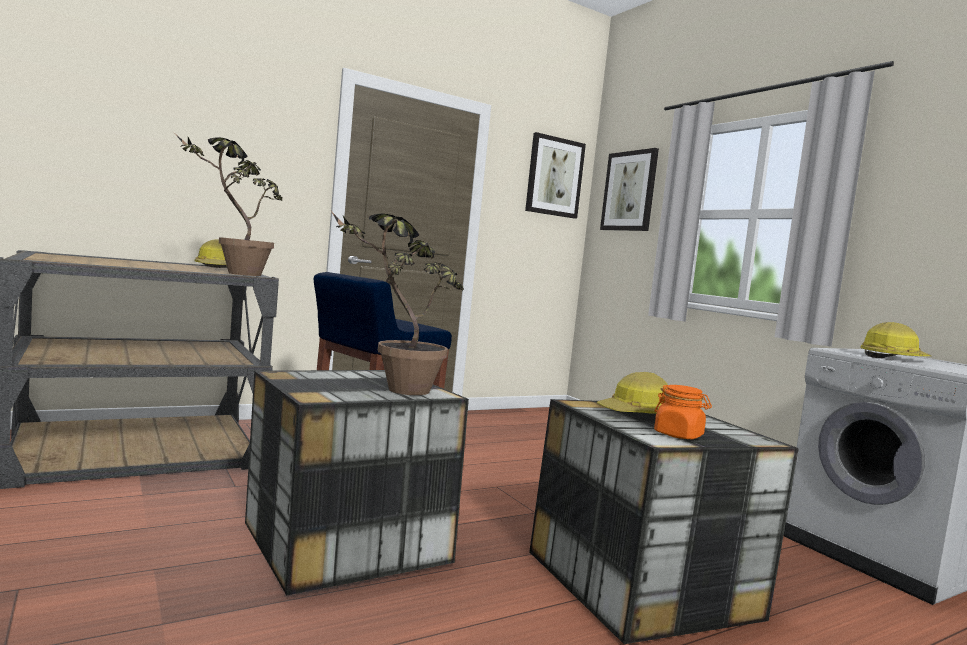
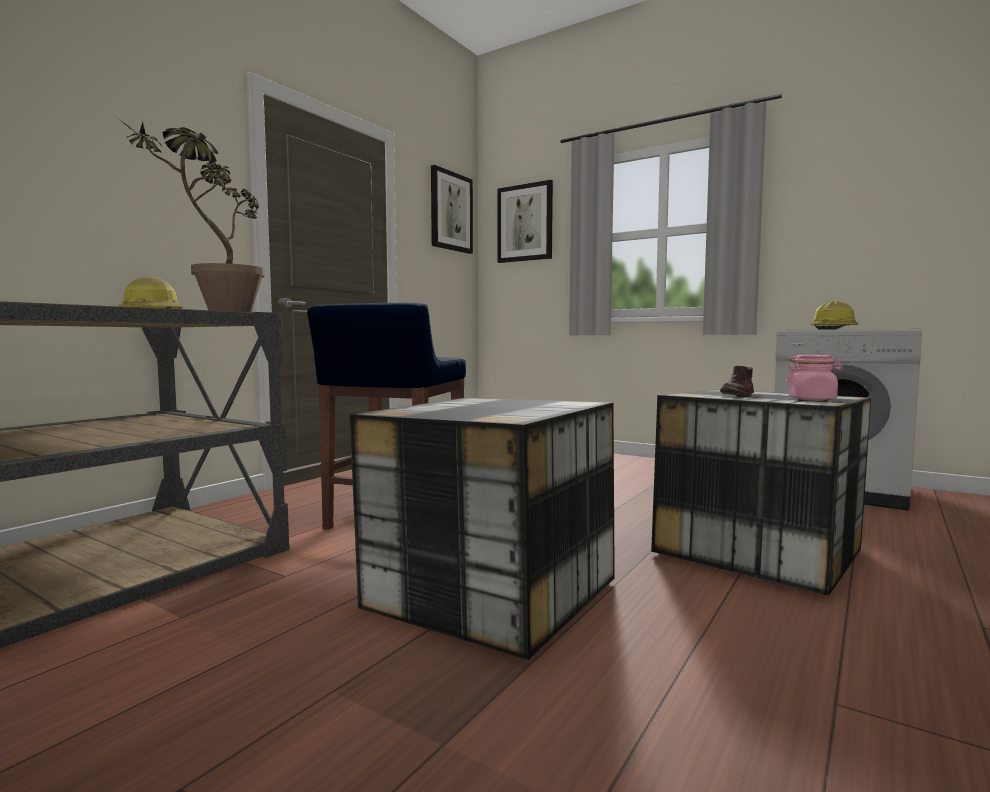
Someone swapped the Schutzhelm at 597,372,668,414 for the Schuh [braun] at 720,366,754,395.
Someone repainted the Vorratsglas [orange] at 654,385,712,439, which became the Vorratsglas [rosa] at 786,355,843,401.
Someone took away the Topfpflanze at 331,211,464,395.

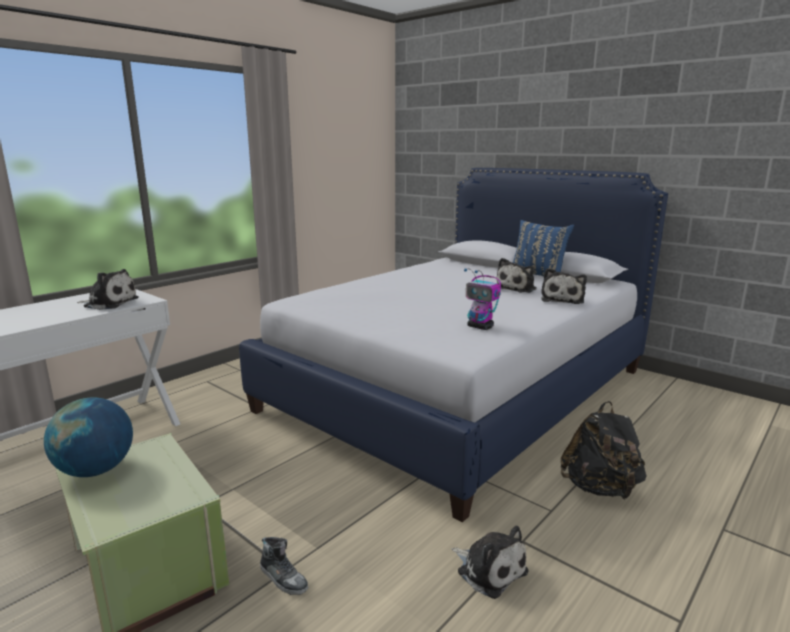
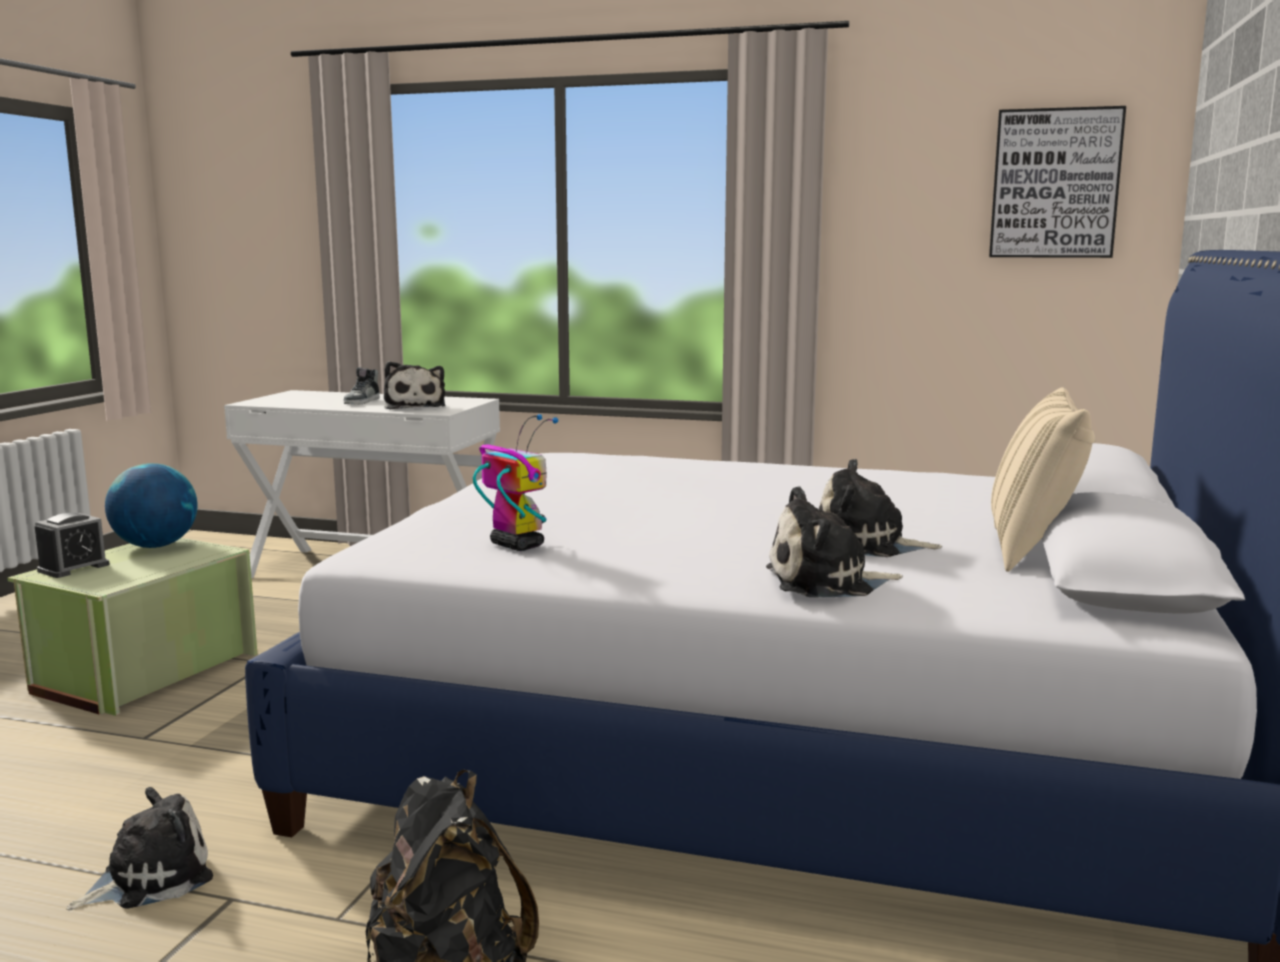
Someone put down the Wecker at 35,513,109,578.
Someone rotated the Plüschtier at 452,526,528,599 by 150 degrees counterclockwise.
Someone carried the Schuh from 260,537,308,595 to 344,367,380,405.
Someone rotated the Spielzeugroboter at 464,268,501,330 by 120 degrees clockwise.
Someone put up the Bild at 989,106,1126,258.
Someone repainted the Kissen [blau] at 513,220,574,276, which became the Kissen [beige] at 991,387,1095,572.

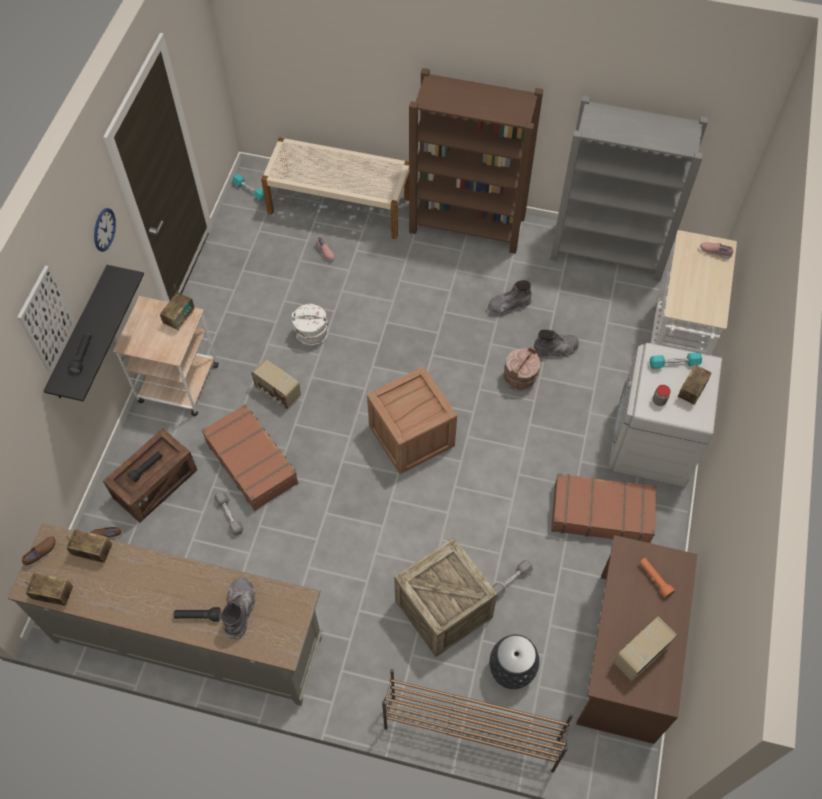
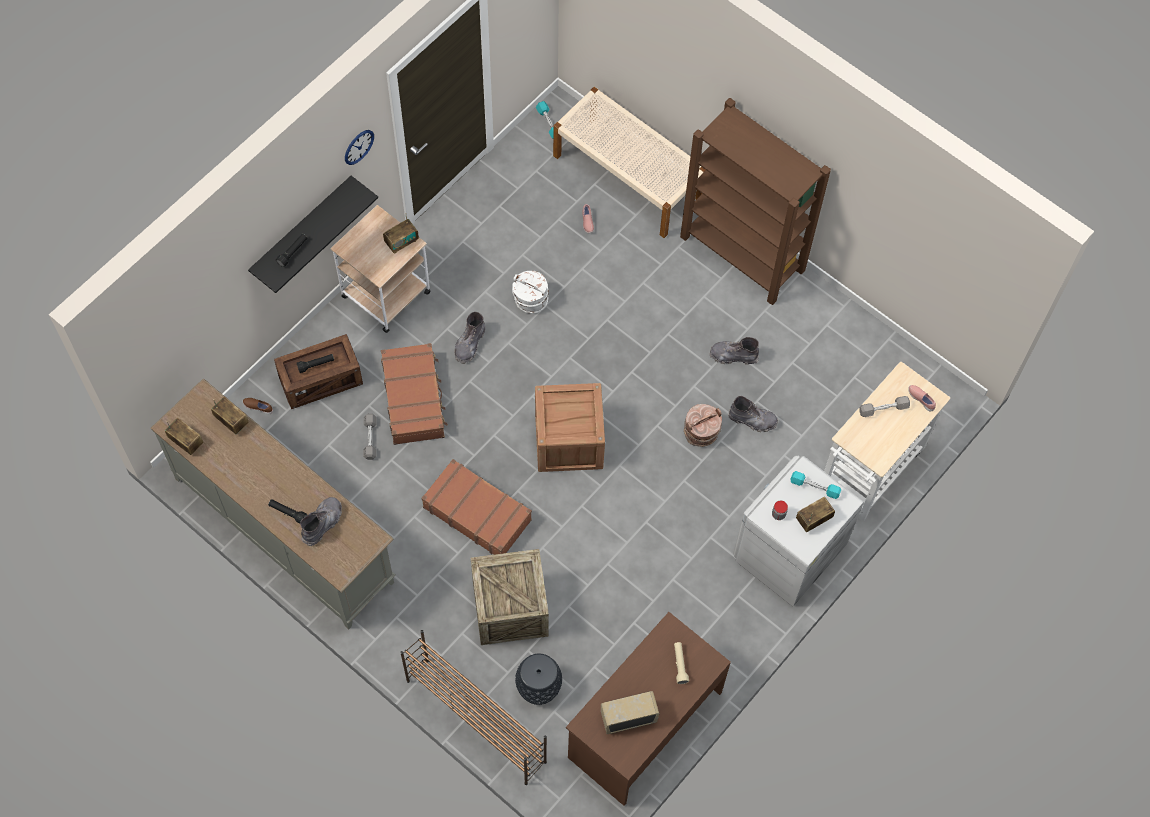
Someone carried the Koffer [braun] from 551,473,656,543 to 421,459,532,555.
Someone swapped the Radio at 251,359,301,409 for the Stiefel [grau] at 454,312,485,364.
Someone repainted the Taschenlampe [orange] at 640,558,675,598, which became the Taschenlampe [beige] at 674,642,689,684.
Someone carried the Hantel [grau] from 492,560,533,598 to 859,396,910,417.
Someone took away the Bild at 17,266,76,371.
Someone took away the Schuh [braun] at 22,536,57,567.
Someone took away the Bücherregal [grau] at 550,96,708,282.

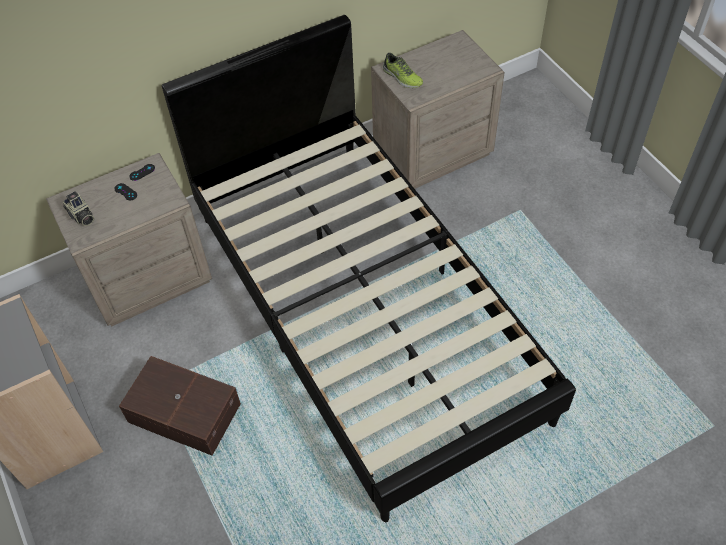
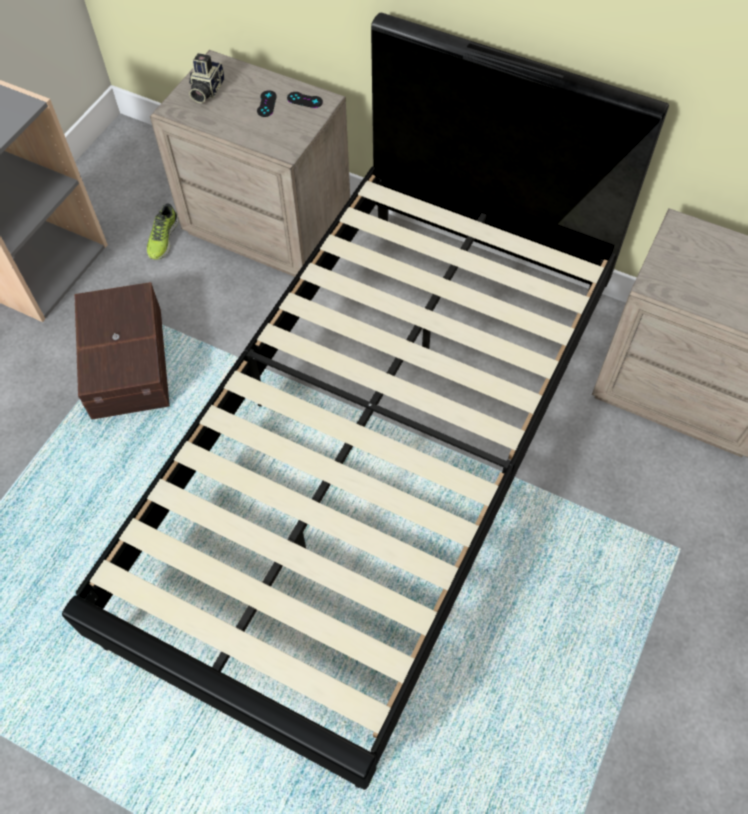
Someone carried the Schuh from 383,53,423,88 to 147,204,179,260.

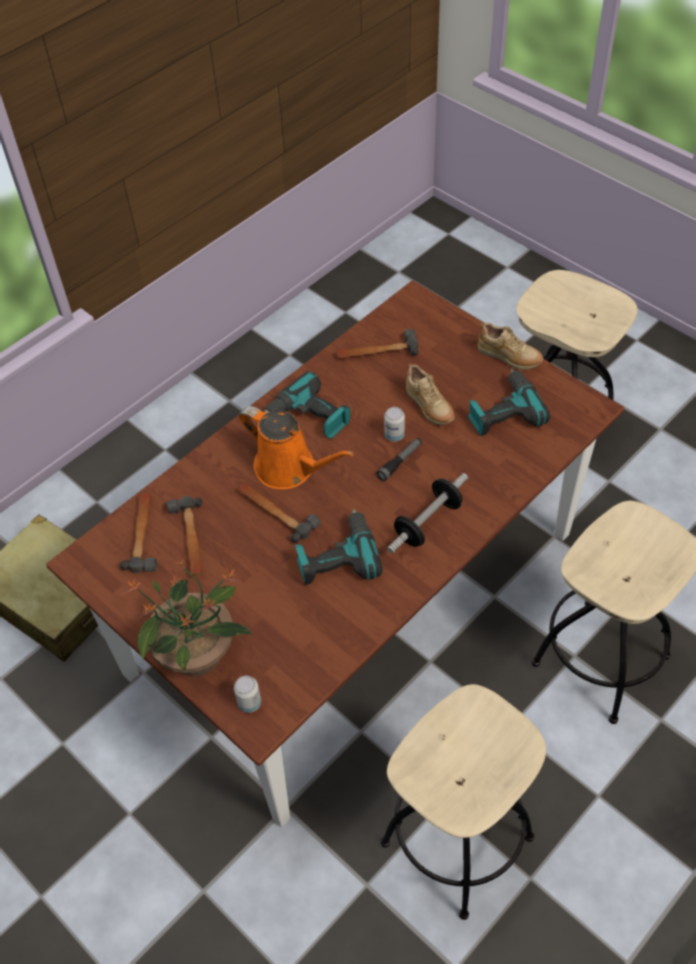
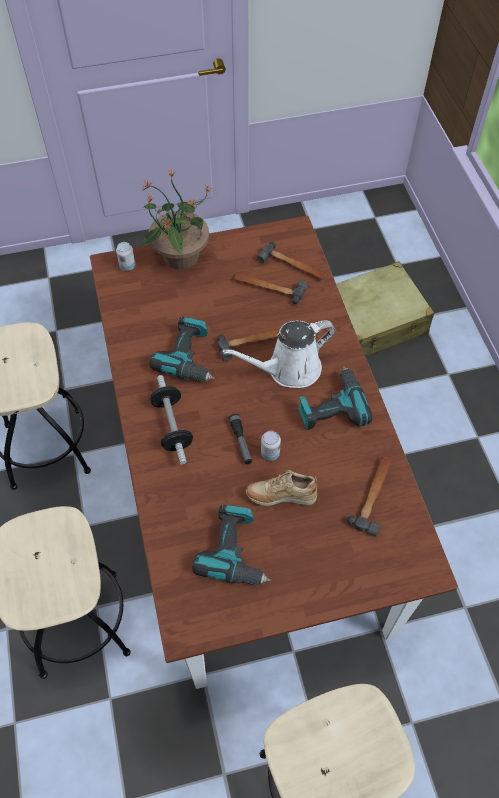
Someone repainted the Gießkanne [orange] at 239,406,354,490, which became the Gießkanne [weiß] at 223,320,336,388.
Someone took away the Schuh [beige] at 478,322,543,369.

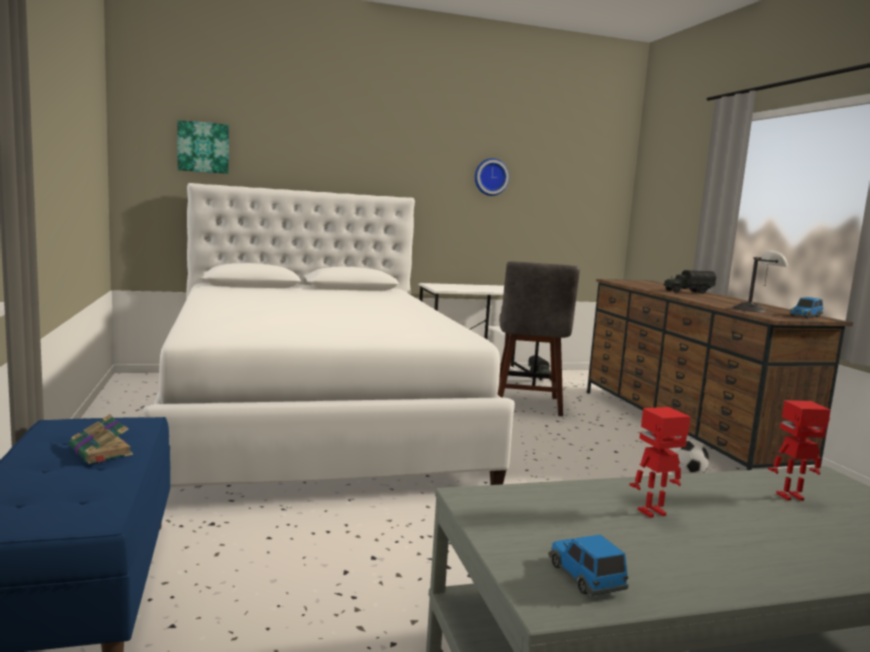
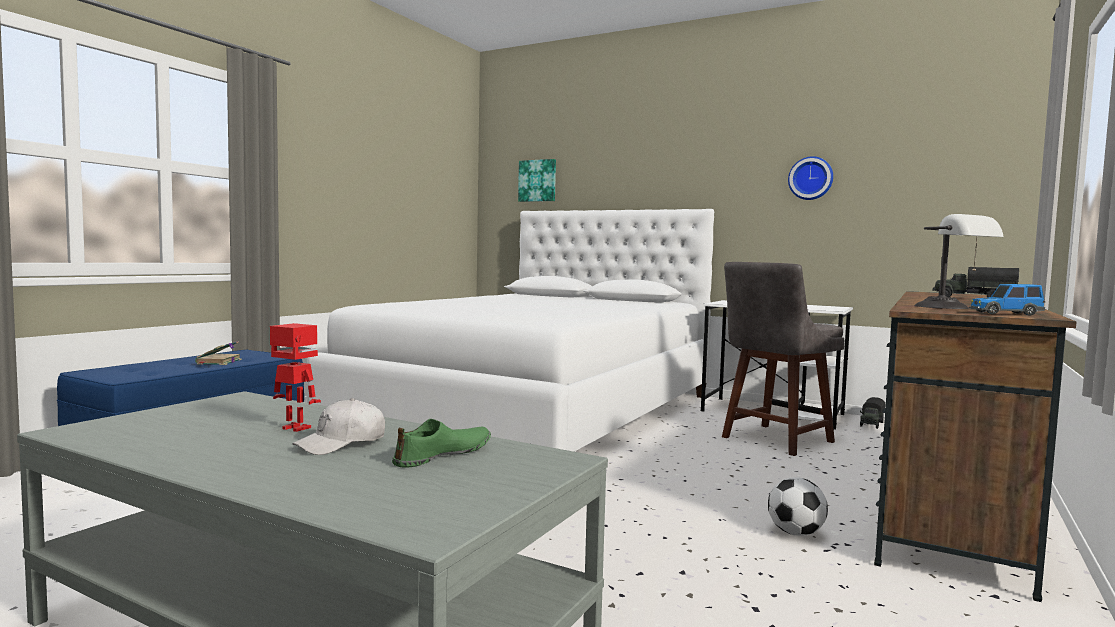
Someone put down the Kappe [weiß] at 292,398,385,455.
Someone swapped the Spielzeugroboter at 768,400,831,501 for the Schuh [grün] at 392,419,491,468.
Someone took away the Spielzeugauto at 548,534,629,596.

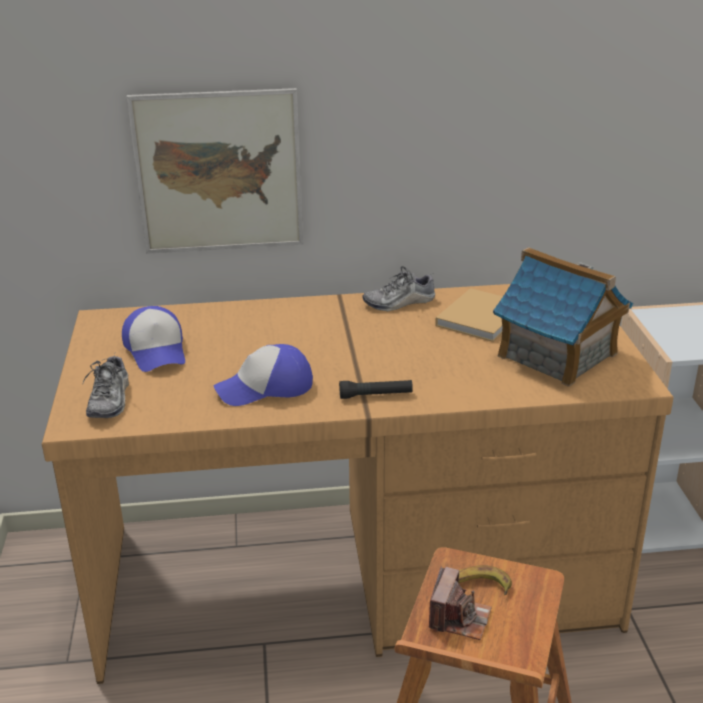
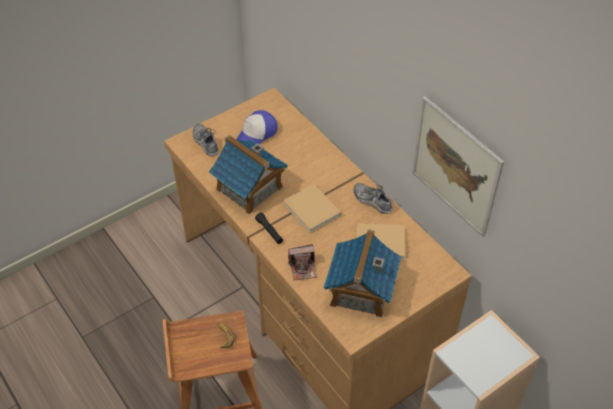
Someone rotated the Schuh at 82,354,129,418 by 90 degrees clockwise.
Someone swapped the Kappe at 214,344,313,406 for the Spielzeughaus at 209,135,288,214.
Someone put down the Buch [beige] at 283,184,341,233.
Someone carried the Kamera from 429,566,492,640 to 288,244,317,280.
Someone carried the Bild from 126,88,304,254 to 412,96,504,237.

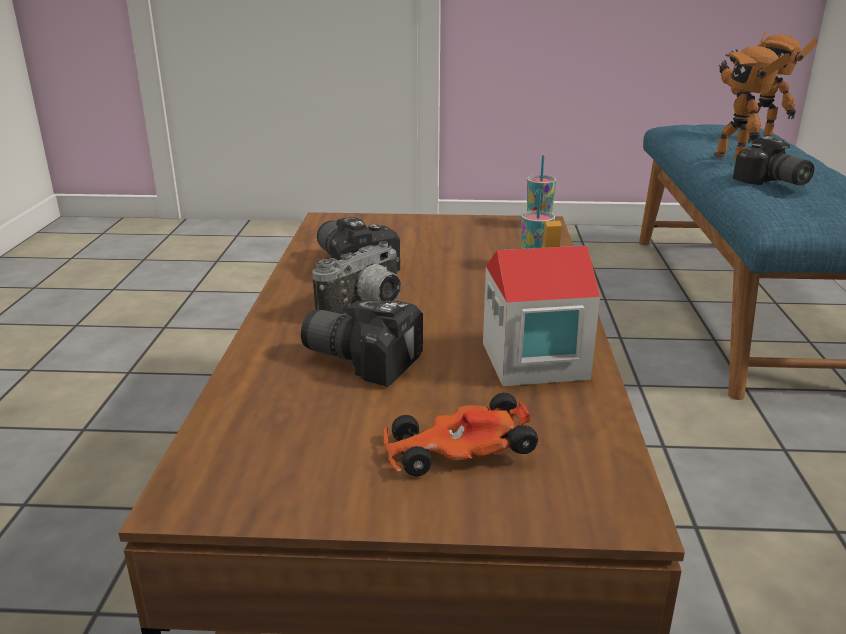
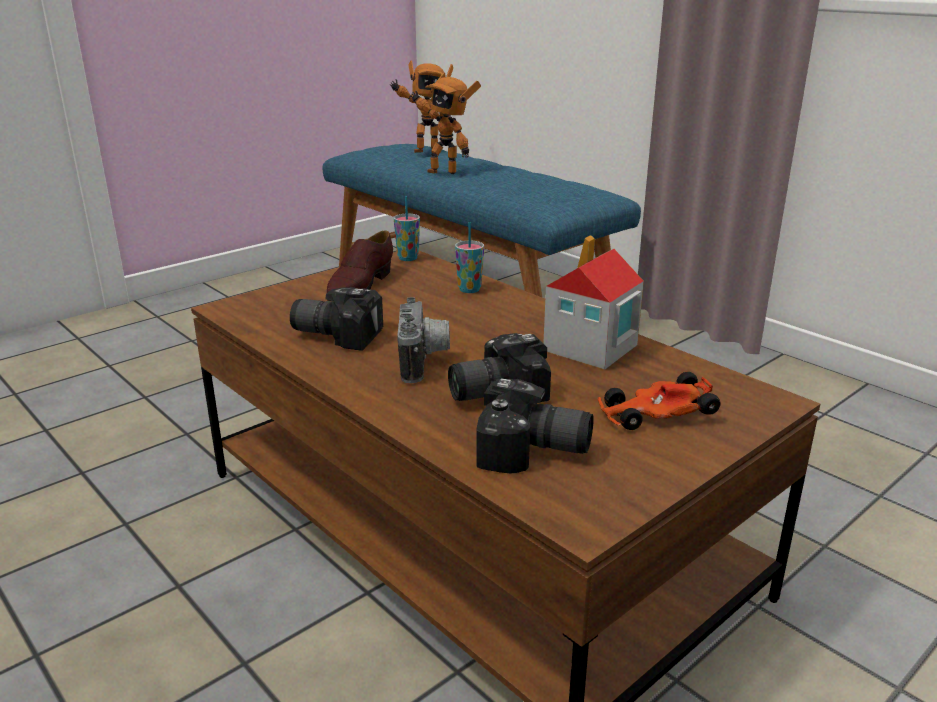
Someone put down the Schuh [braun] at 327,230,393,301.
Someone carried the Kamera from 733,136,814,185 to 476,378,594,473.
Someone rotated the Spielzeugauto at 383,392,538,476 by 45 degrees clockwise.

